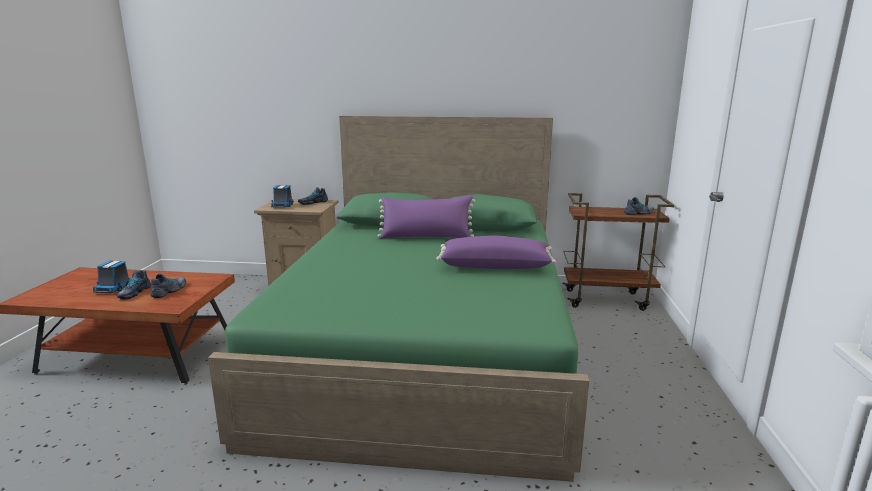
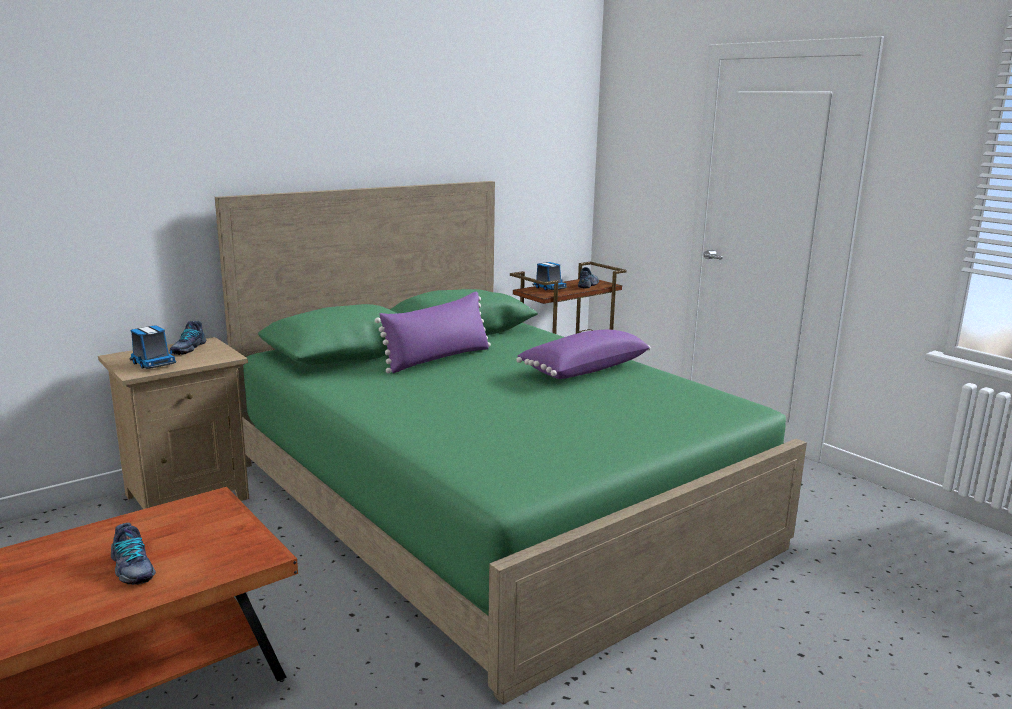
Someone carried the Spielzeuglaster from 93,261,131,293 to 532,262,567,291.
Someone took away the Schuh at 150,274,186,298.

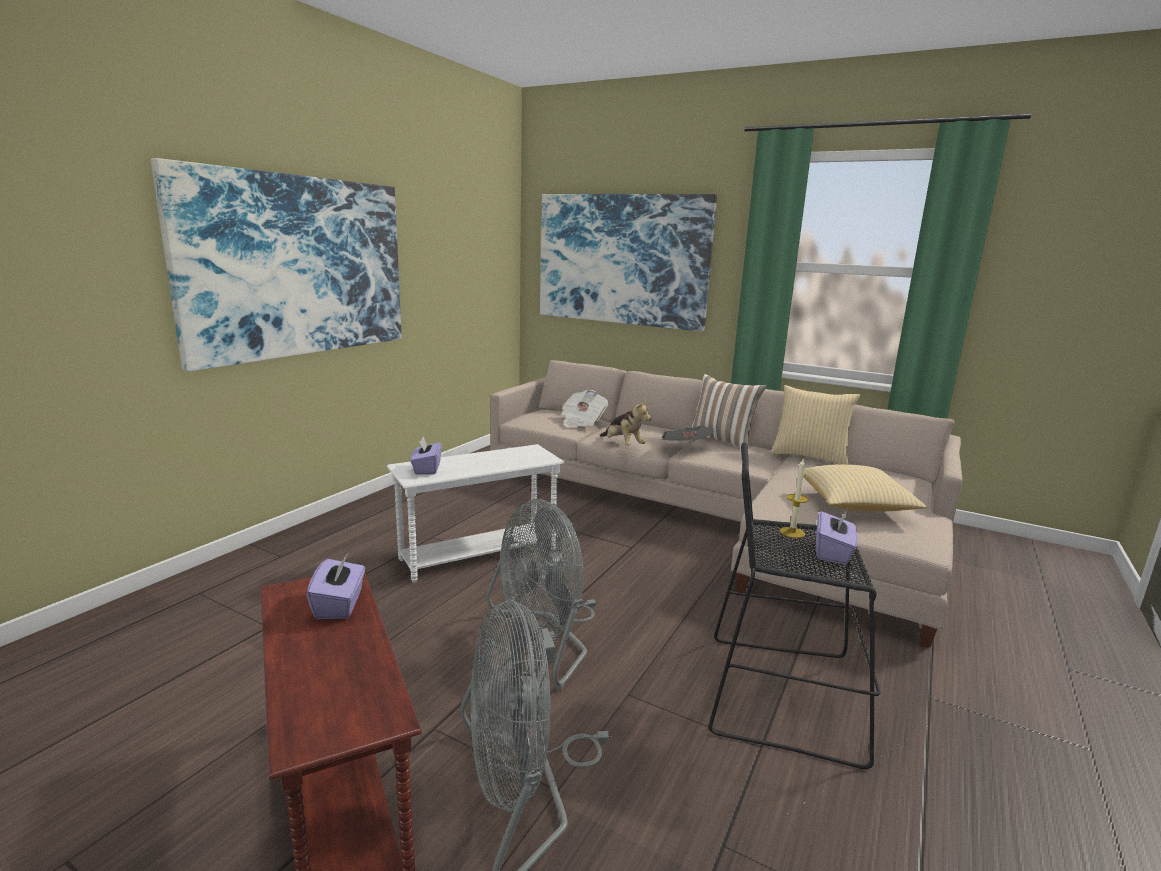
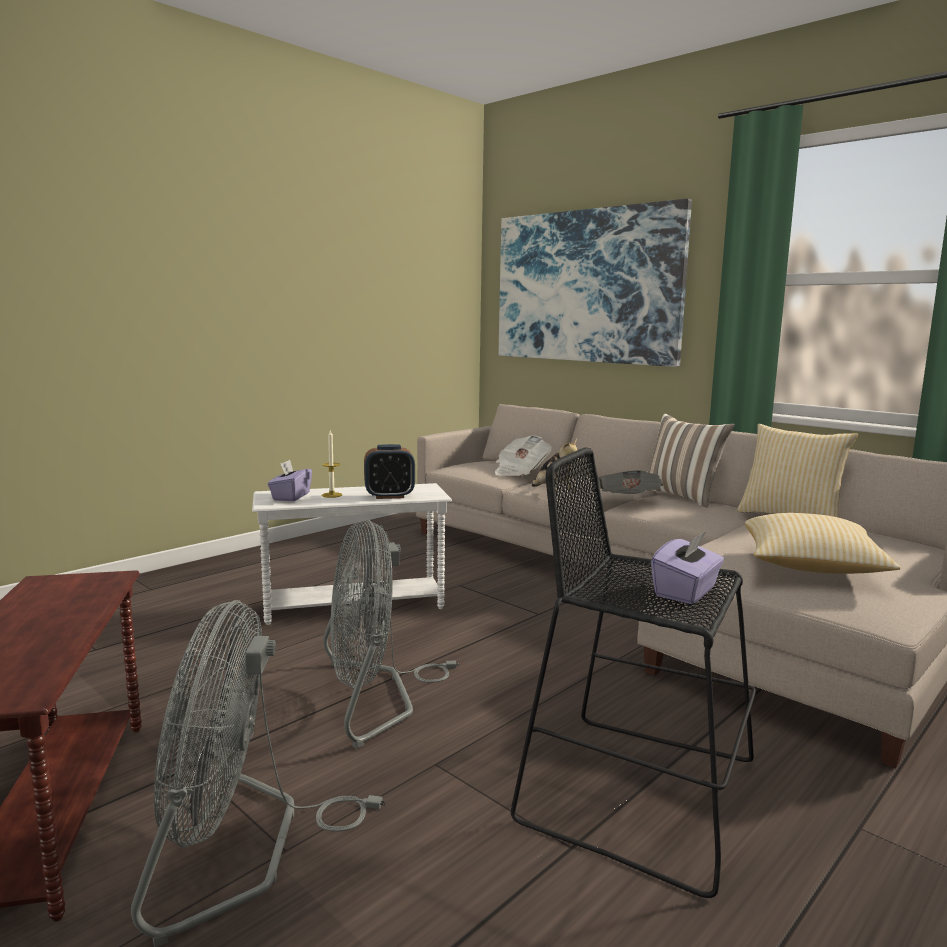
Someone carried the Kerze from 780,459,808,538 to 322,430,342,498.
Someone put down the Wecker at 364,444,415,499.
Someone took away the Bild at 151,158,402,371.
Someone took away the Taschentuchbox [lila] at 307,555,365,619.

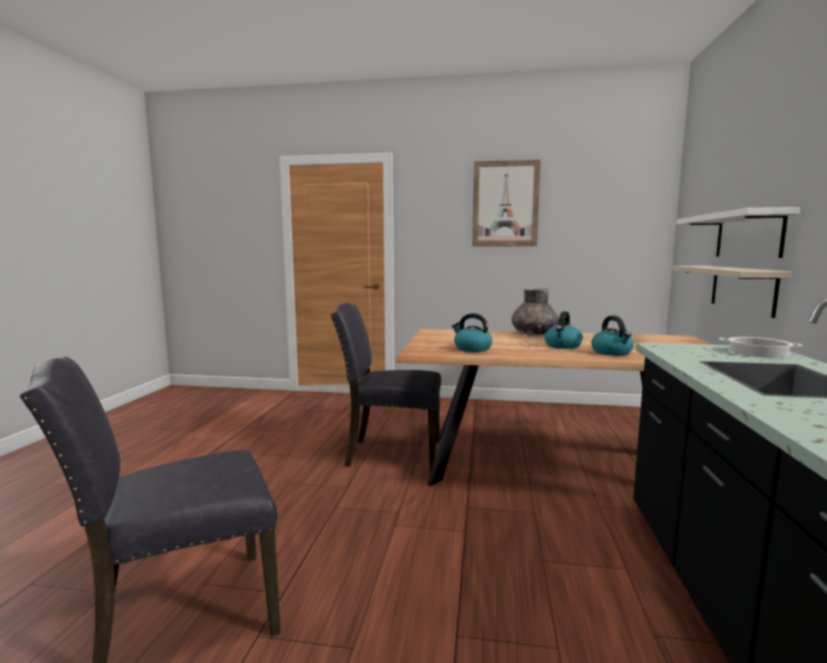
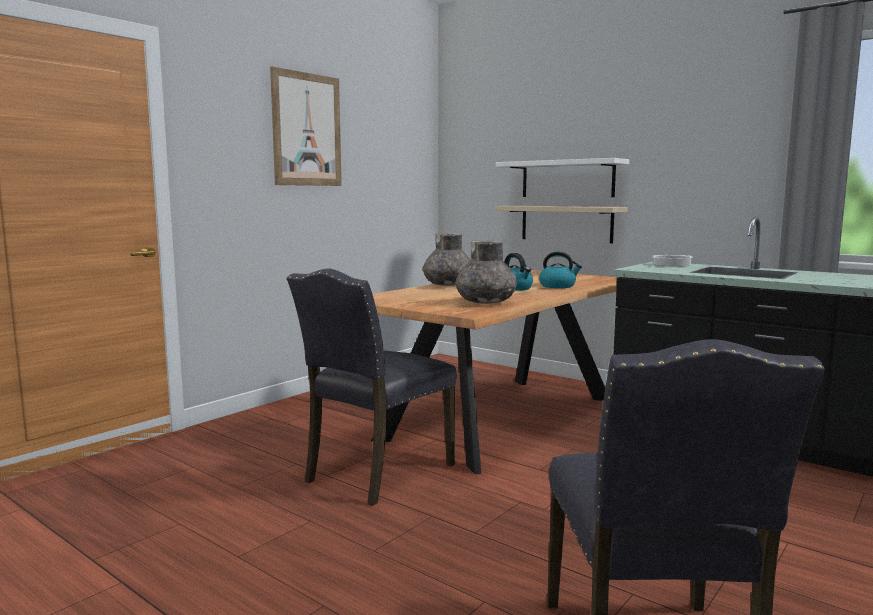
Someone swapped the Wasserkessel at 452,313,492,352 for the Vase [grau] at 456,240,517,304.

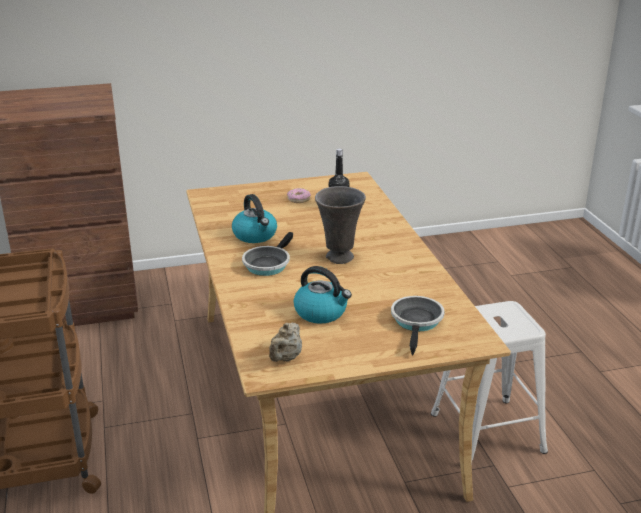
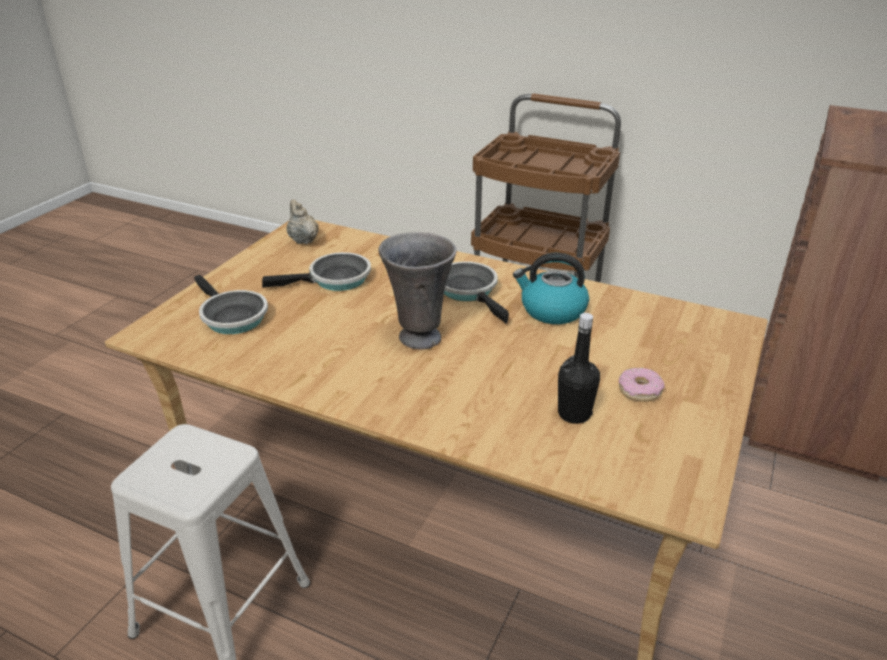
Someone swapped the Wasserkessel at 294,266,352,324 for the Pfanne at 262,252,371,291.

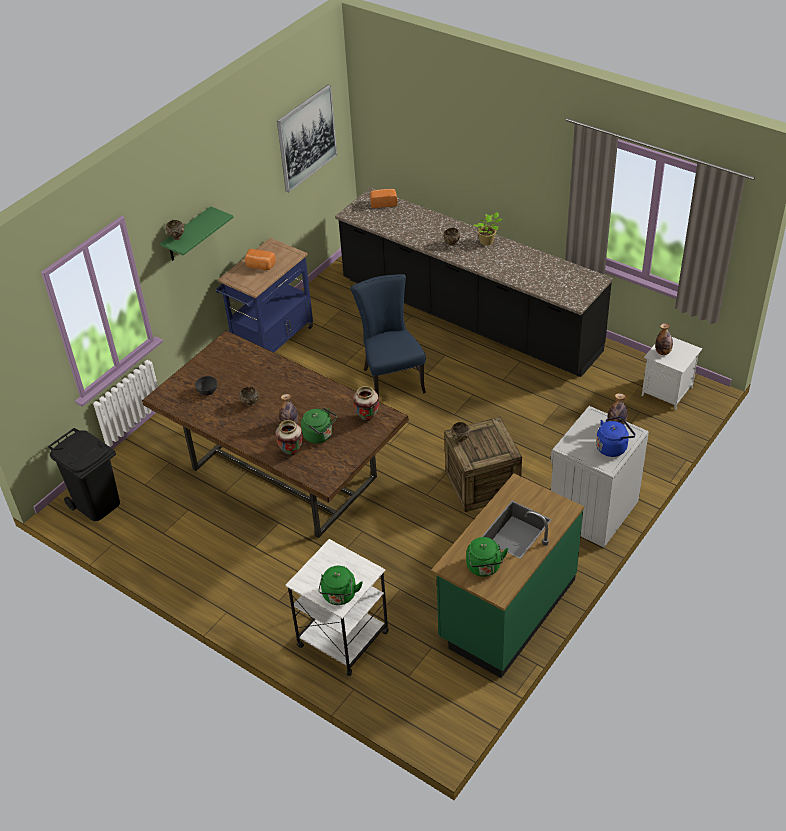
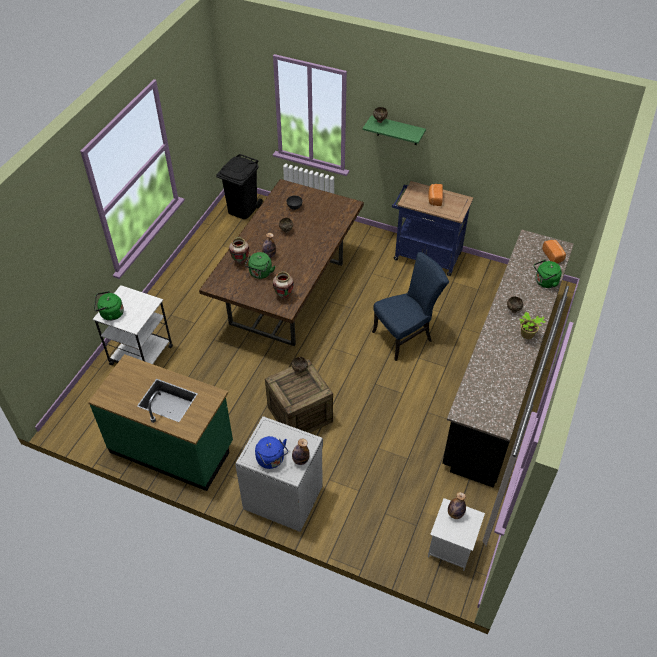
Someone carried the Wasserkessel [grün] from 466,537,508,577 to 534,260,562,288.
Someone took away the Bild at 277,85,337,192.

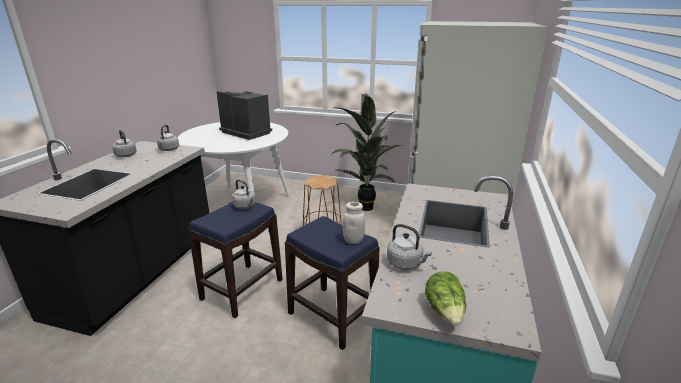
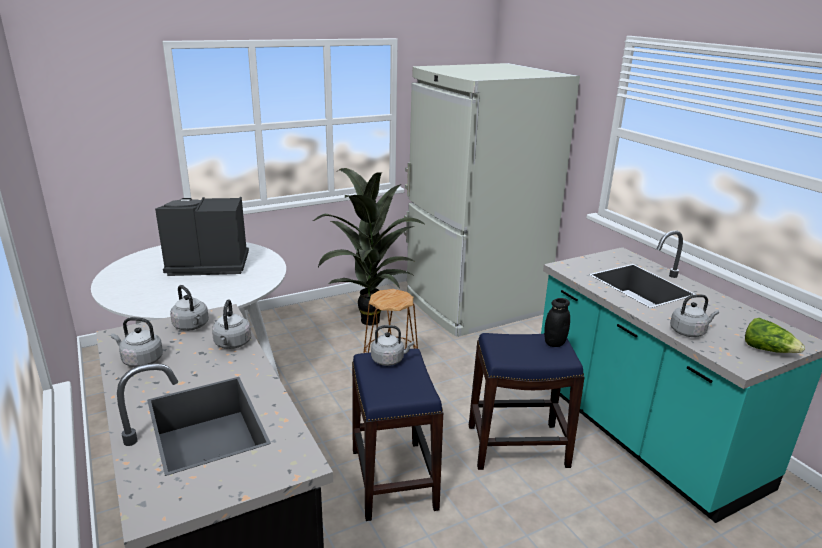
Someone put down the Wasserkessel [grau] at 212,299,251,349.
Someone repainted the Vorratsglas [weiß] at 343,202,365,244, which became the Vorratsglas [schwarz] at 544,298,570,347.

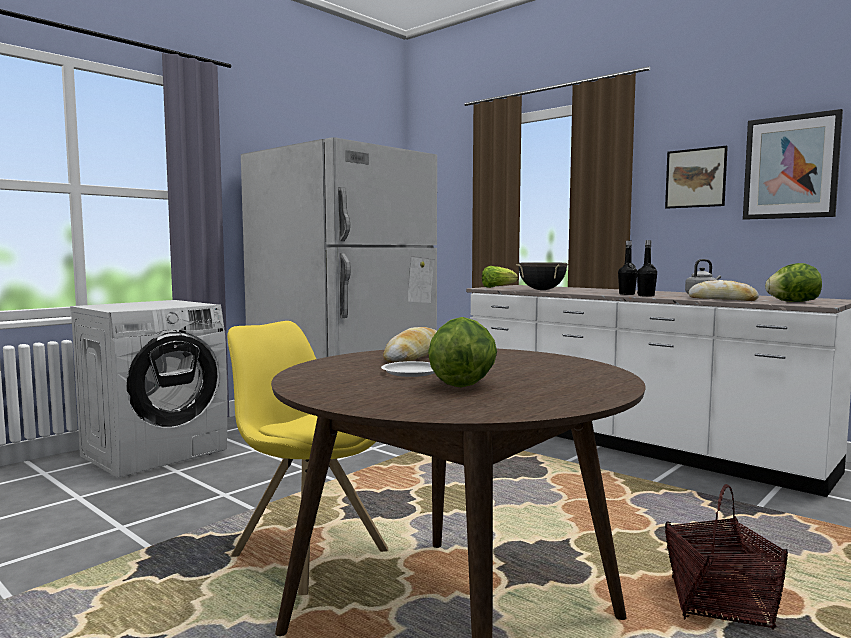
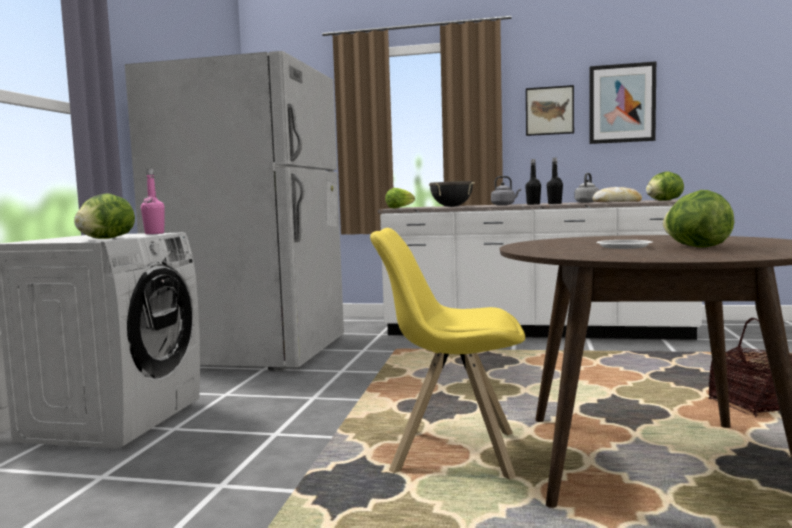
Someone put down the Salatkopf at 74,194,135,239.
Someone put down the Flasche [rosa] at 141,169,165,234.
Someone put down the Wasserkessel [grau] at 491,176,521,205.
Someone took away the Brot at 383,327,437,363.

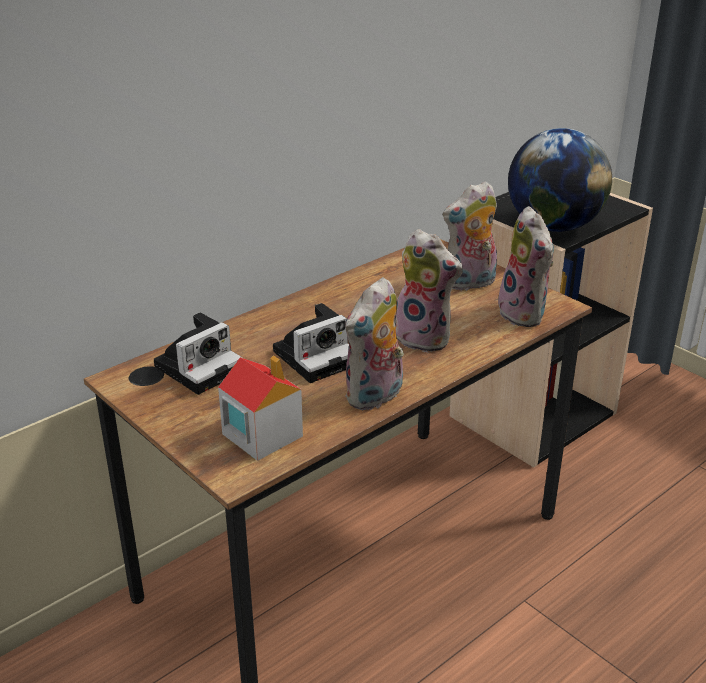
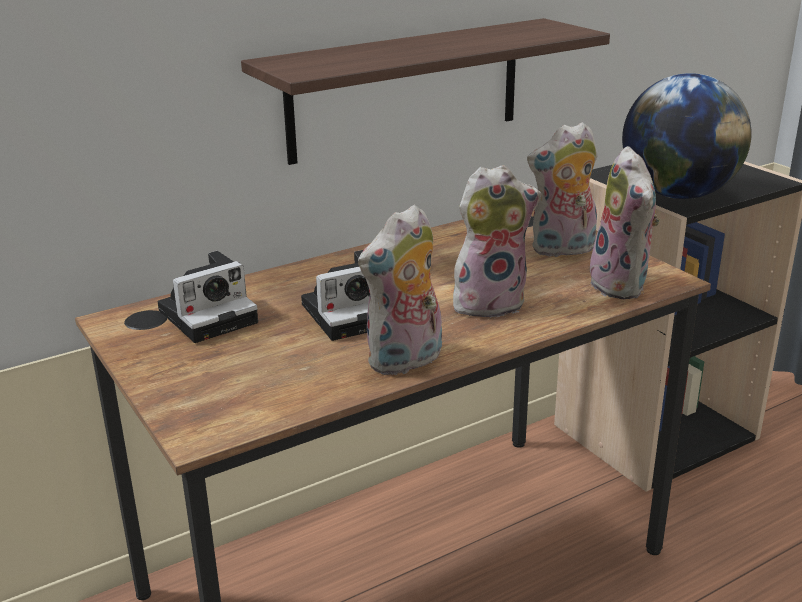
Someone put up the Wandregal at 241,18,610,165.
Someone rotated the Plüschtier at 396,229,463,353 by 60 degrees counterclockwise.
Someone took away the Spielzeughaus at 218,355,303,461.

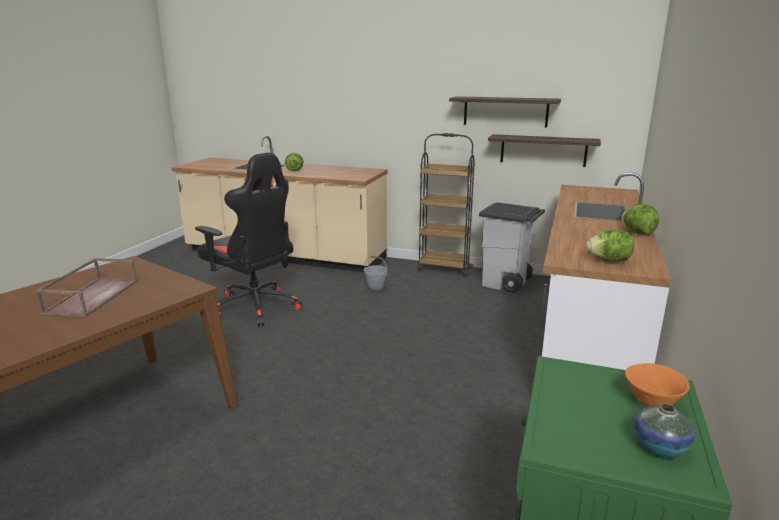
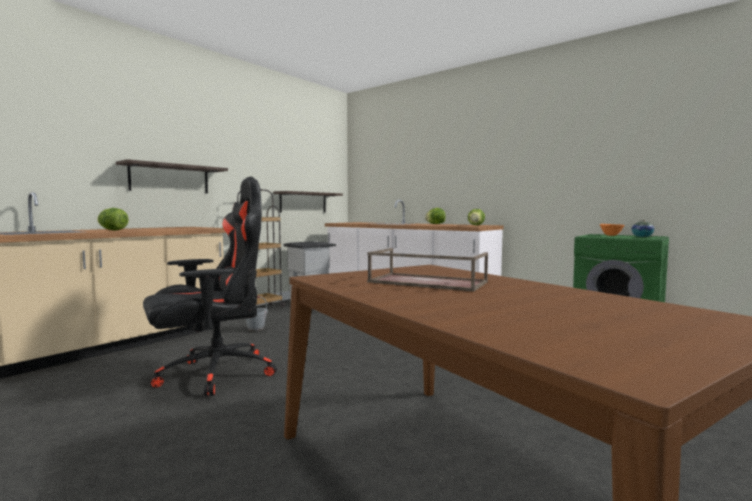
Someone carried the Wandregal from 449,96,561,127 to 116,159,228,193.

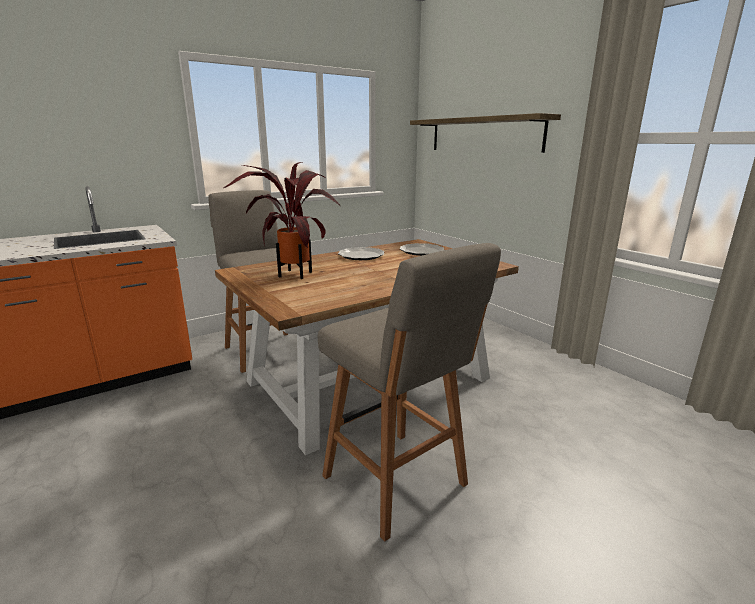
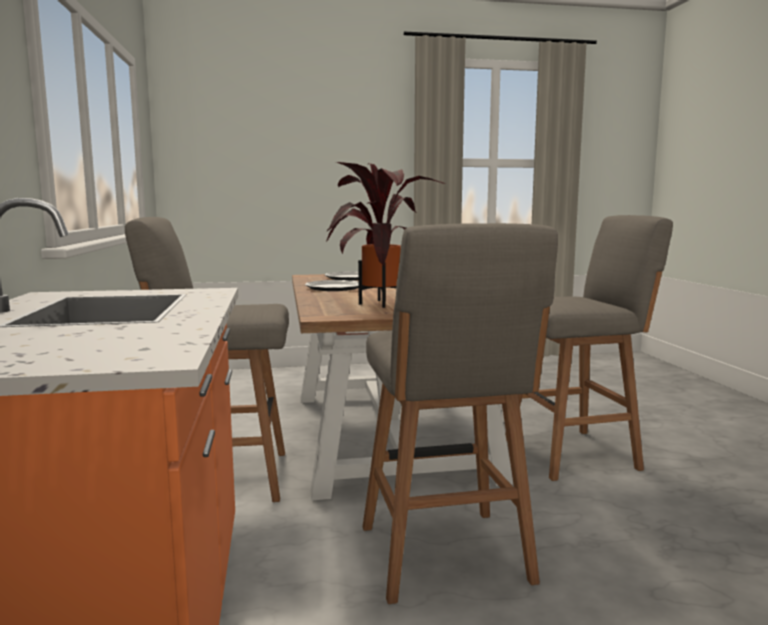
Someone put down the Hocker [grau] at 363,223,558,604.
Someone took away the Wandregal at 410,113,561,153.

